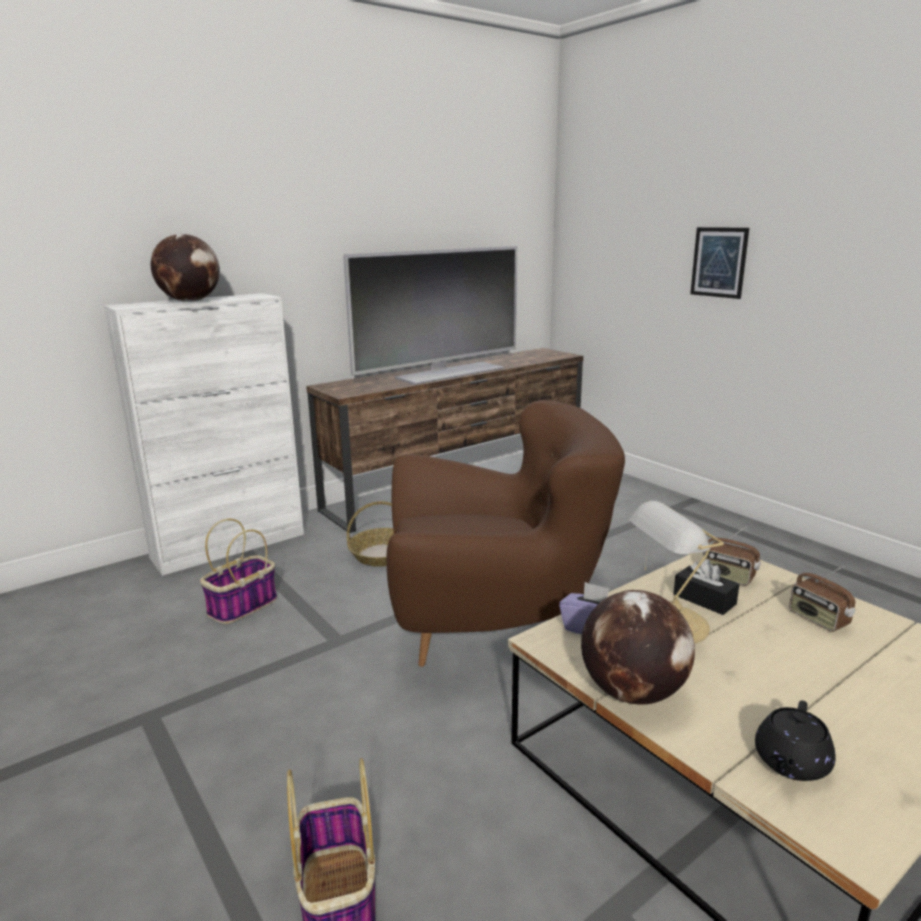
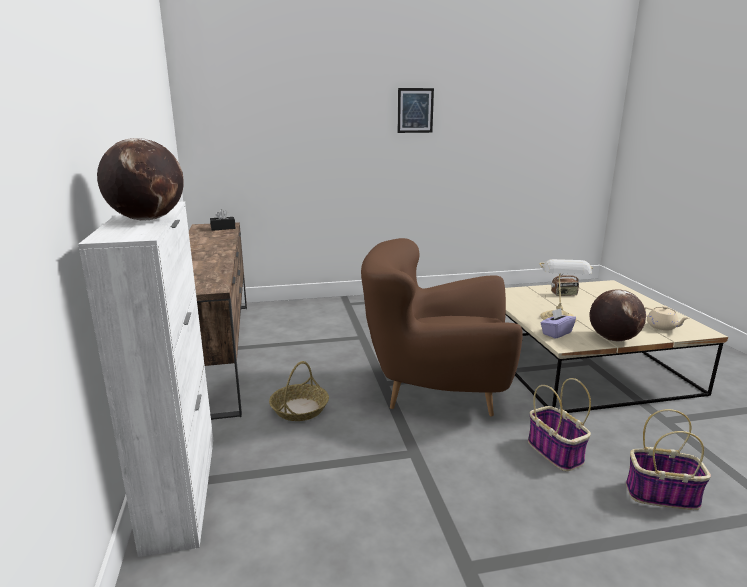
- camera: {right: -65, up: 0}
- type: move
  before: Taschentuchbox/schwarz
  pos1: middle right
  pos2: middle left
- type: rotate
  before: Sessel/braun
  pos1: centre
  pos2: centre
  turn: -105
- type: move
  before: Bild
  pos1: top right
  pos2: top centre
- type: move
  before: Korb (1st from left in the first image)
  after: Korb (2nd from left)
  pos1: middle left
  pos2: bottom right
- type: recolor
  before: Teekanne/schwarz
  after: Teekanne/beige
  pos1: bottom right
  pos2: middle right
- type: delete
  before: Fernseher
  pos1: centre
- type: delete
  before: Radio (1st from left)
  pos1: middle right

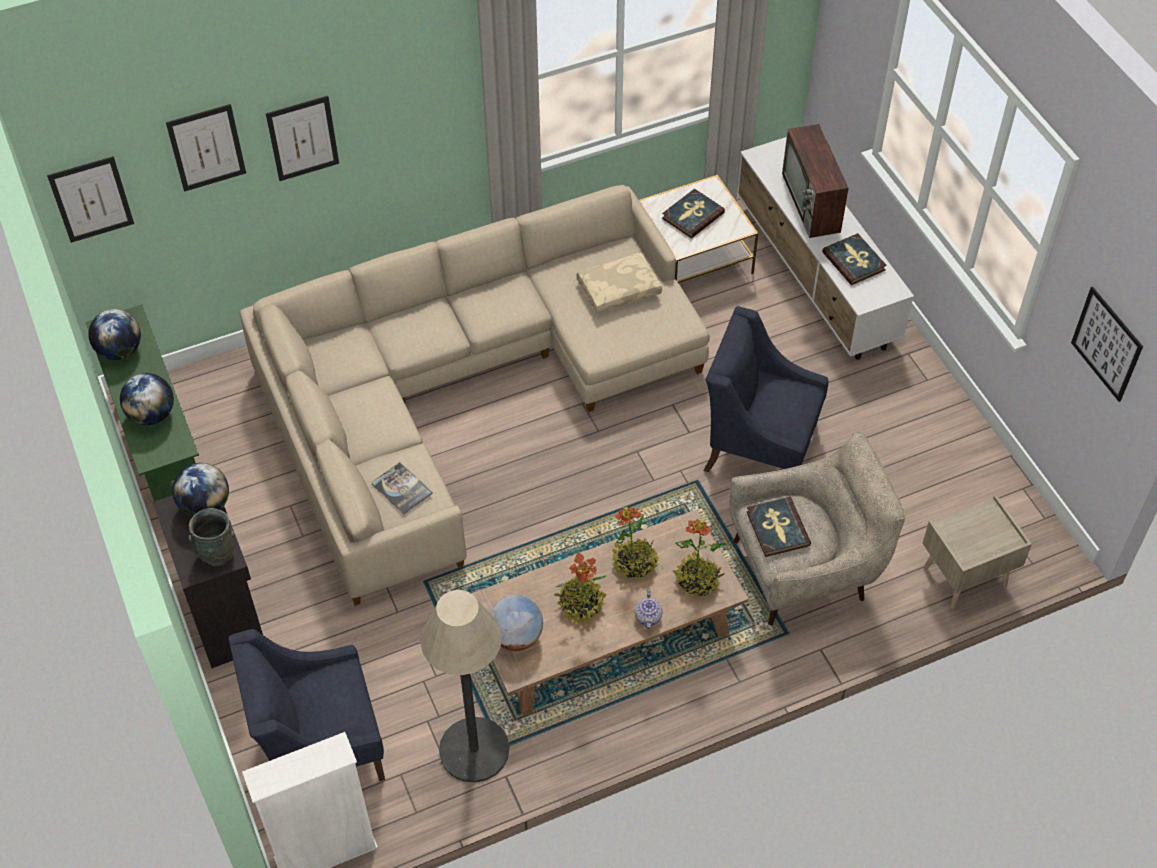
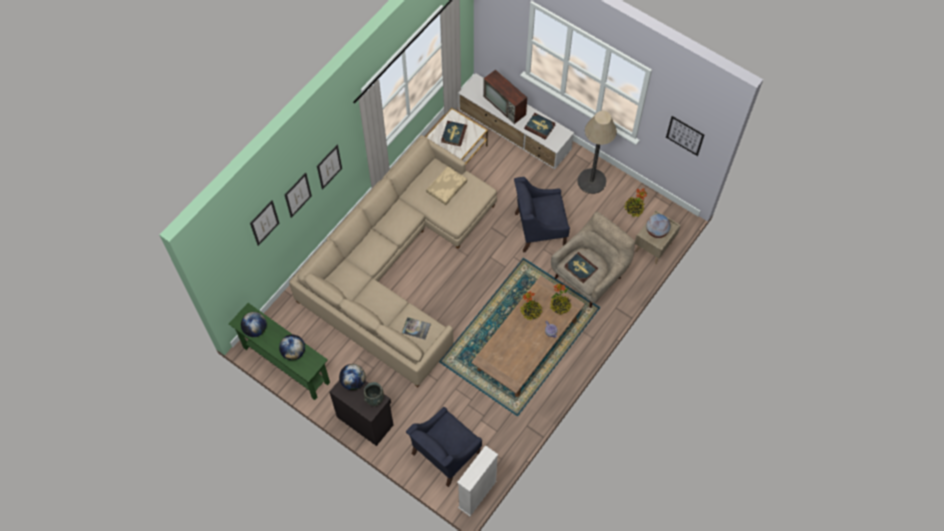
- camera: {right: -30, up: 10}
- type: move
  before: Bild (1st from left in the first image)
  after: Bild (3rd from left)
  pos1: top left
  pos2: top centre
- type: move
  before: Stehlampe
  pos1: bottom centre
  pos2: top centre
- type: move
  before: Topfpflanze (1st from left in the first image)
  after: Topfpflanze (3rd from left)
  pos1: bottom centre
  pos2: middle right
- type: move
  before: Globus (4th from left)
  pos1: bottom centre
  pos2: middle right

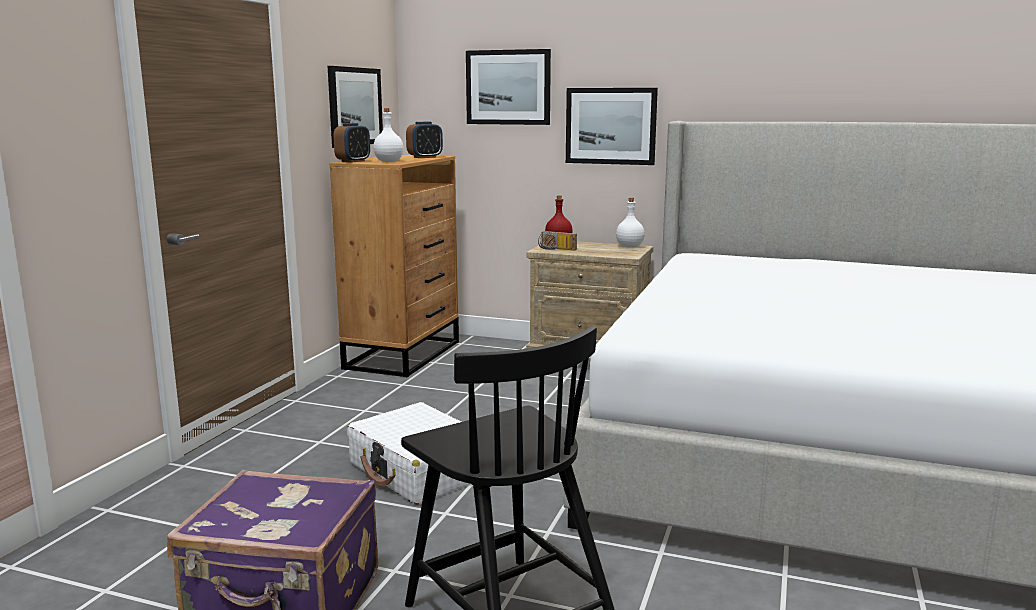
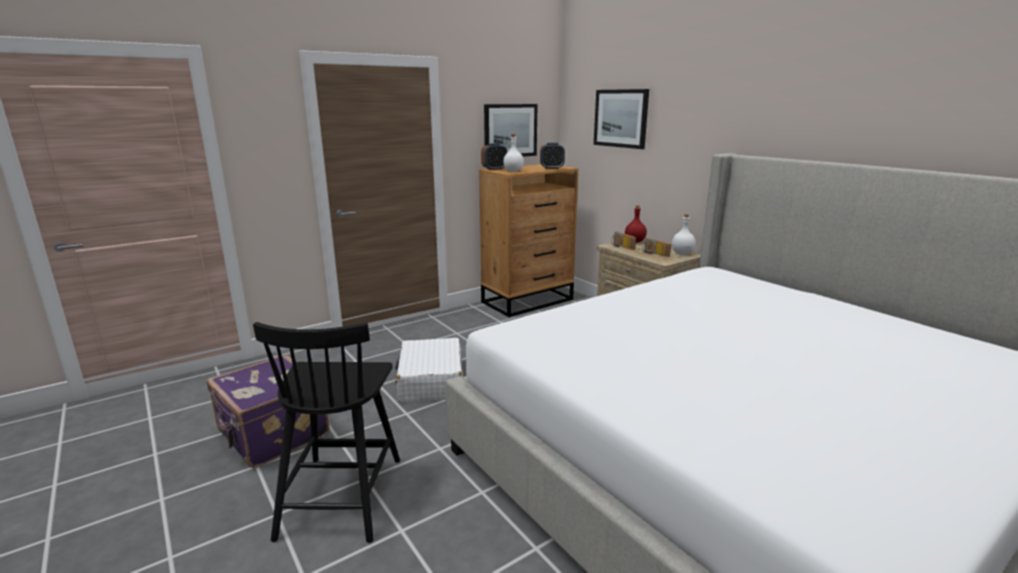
- camera: {right: 35, up: 5}
- type: insert
  after: Radio (2nd from left)
  pos2: centre
- type: delete
  before: Bild (3rd from left)
  pos1: top centre

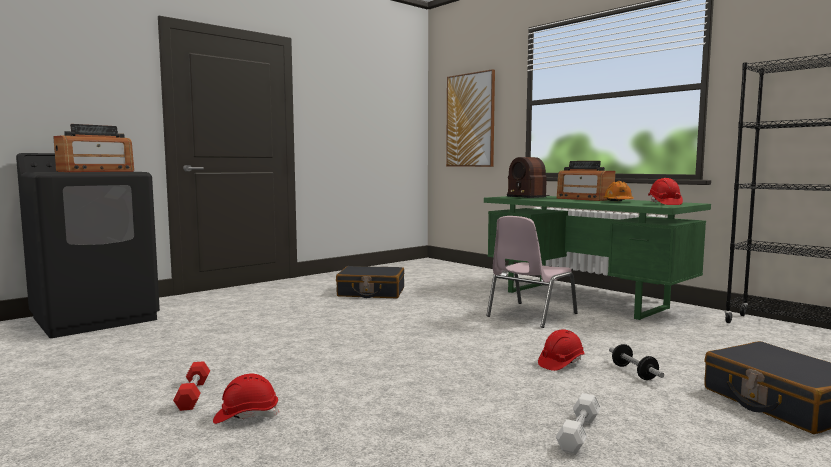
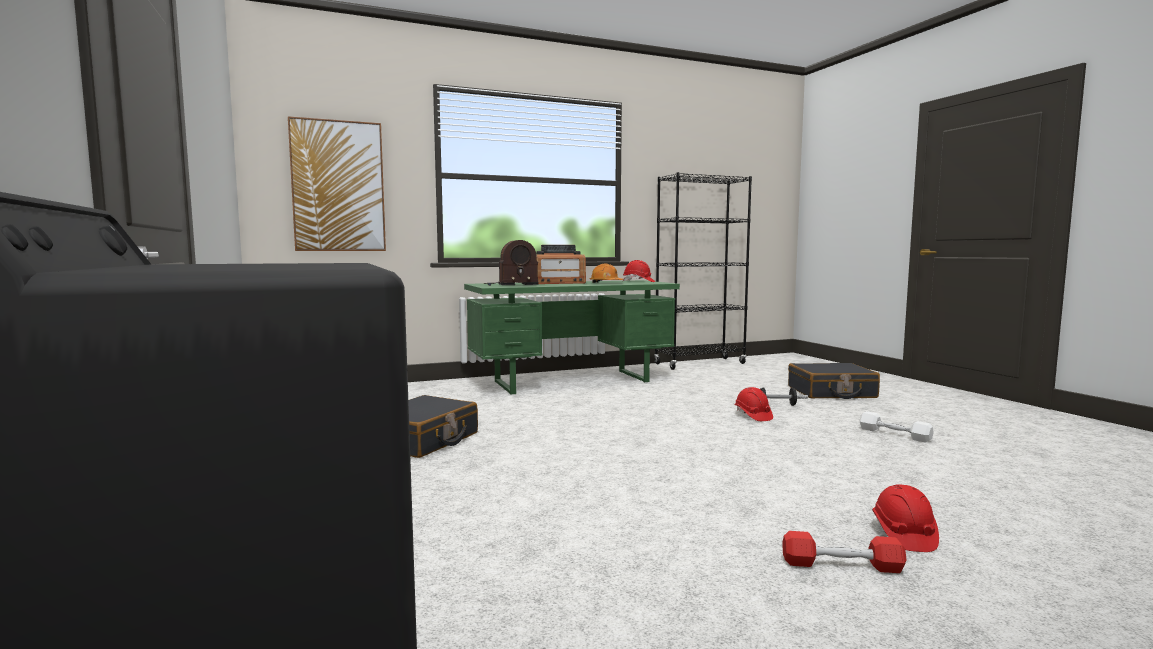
- camera: {right: -70, up: 0}
- type: delete
  before: Radio (1st from left)
  pos1: top left
- type: delete
  before: Stuhl/rosa
  pos1: centre

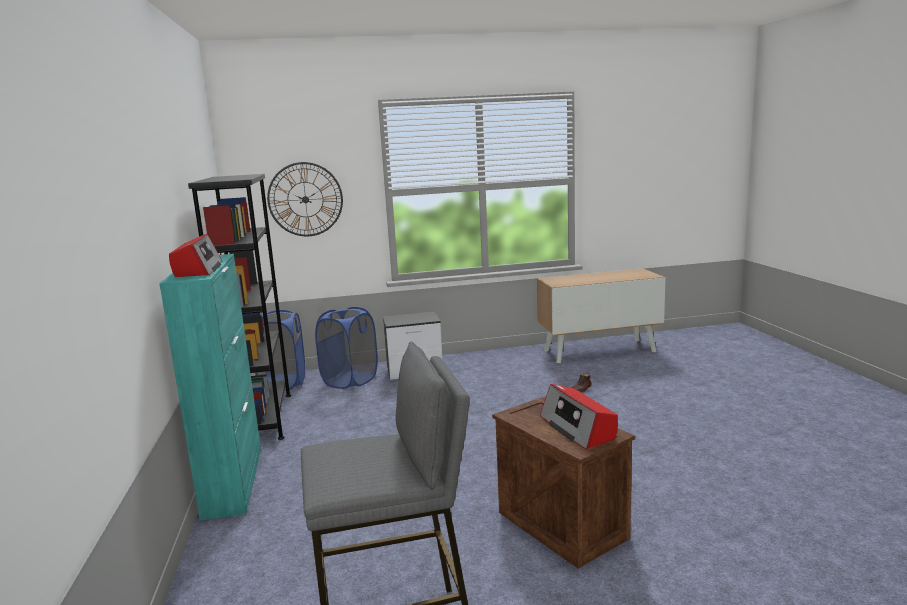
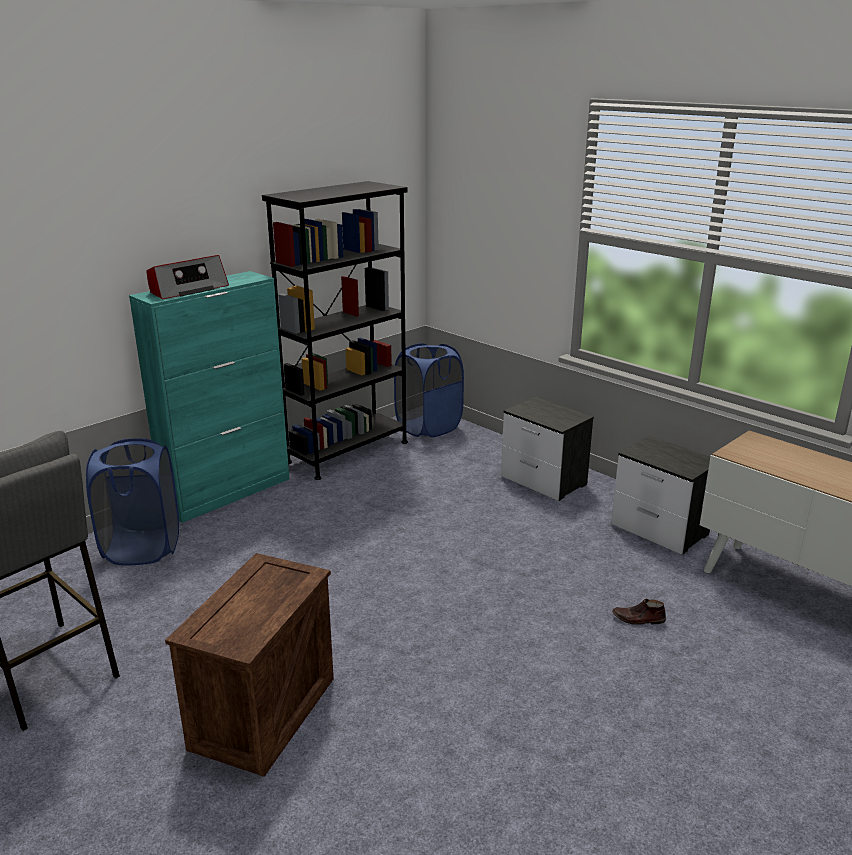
- camera: {right: 55, up: 10}
- type: move
  before: Wäschekorb/blau (2nd from left in the first image)
  after: Wäschekorb/blau (1st from left)
  pos1: centre
  pos2: middle left
- type: insert
  after: Nachttisch (2nd from left)
  pos2: middle right
- type: delete
  before: Wanduhr
  pos1: top centre
- type: delete
  before: Radio (2nd from left)
  pos1: bottom centre

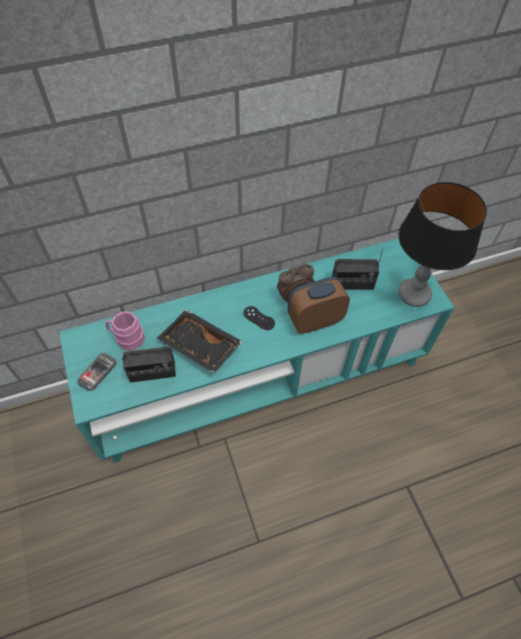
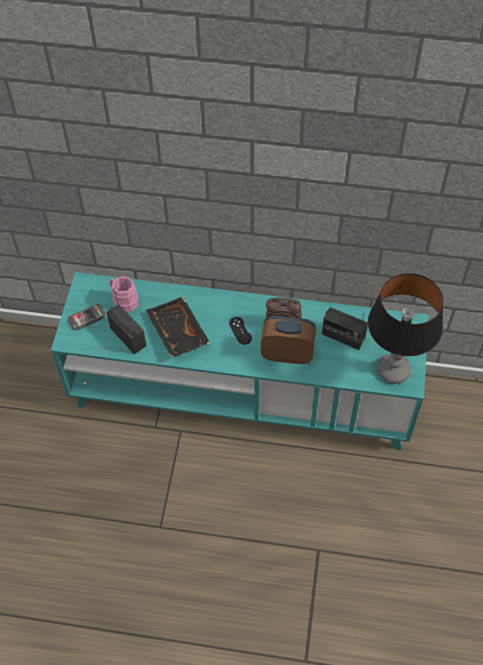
- camera: {right: 30, up: 0}
- type: rotate
  before: Radio (1st from left)
  pos1: middle left
  pos2: middle left
  turn: -150

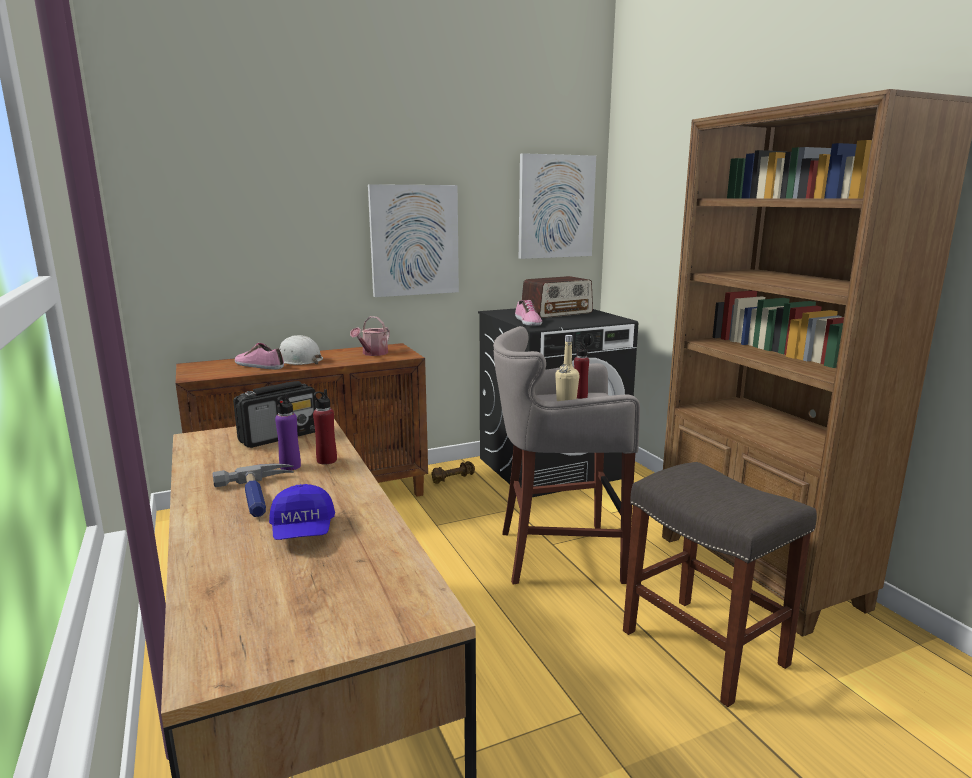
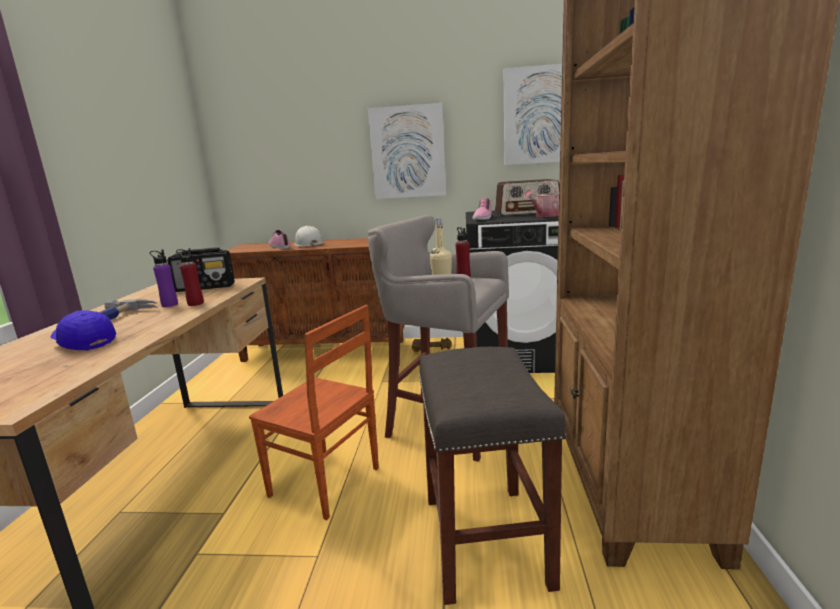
- camera: {right: 30, up: 0}
- type: rotate
  before: Kappe/blau
  pos1: middle left
  pos2: middle left
  turn: 105
- type: insert
  after: Stuhl/braun
  pos2: bottom centre
- type: move
  before: Gießkanne
  pos1: centre
  pos2: top centre

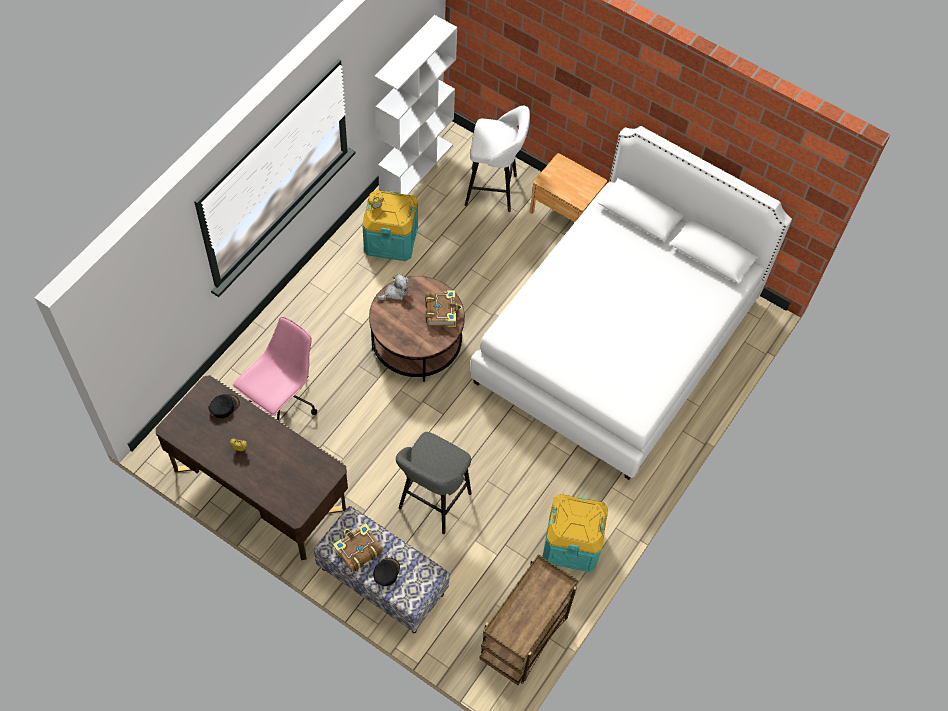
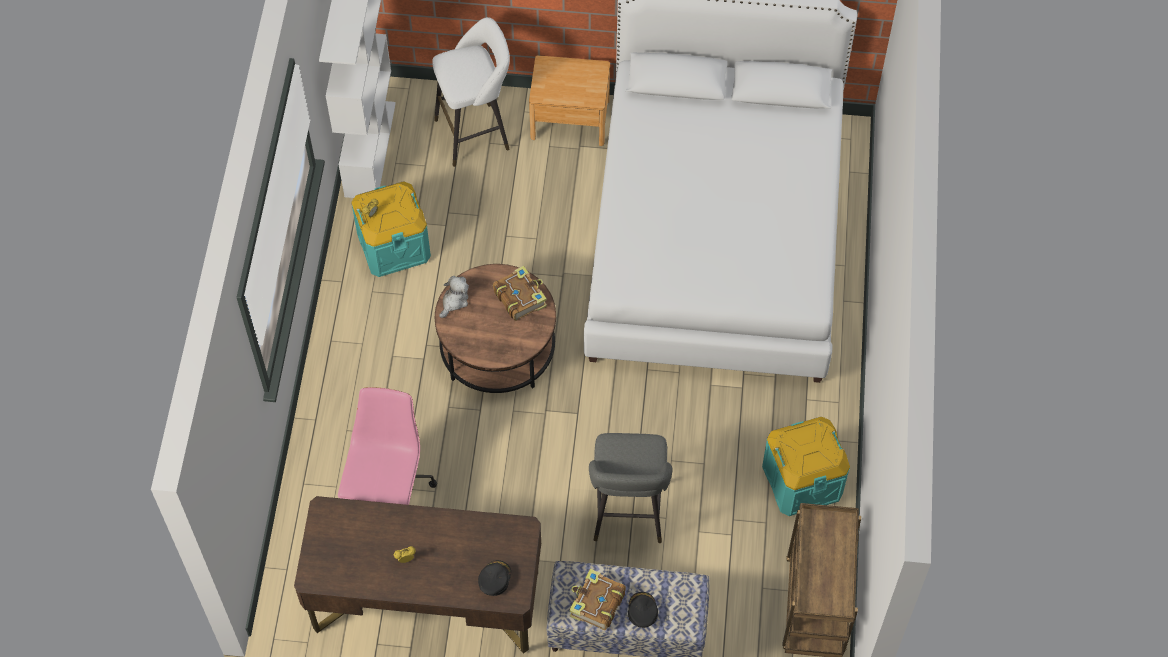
- camera: {right: -25, up: 0}
- type: move
  before: Kappe/schwarz (1st from left)
  pos1: middle left
  pos2: bottom centre

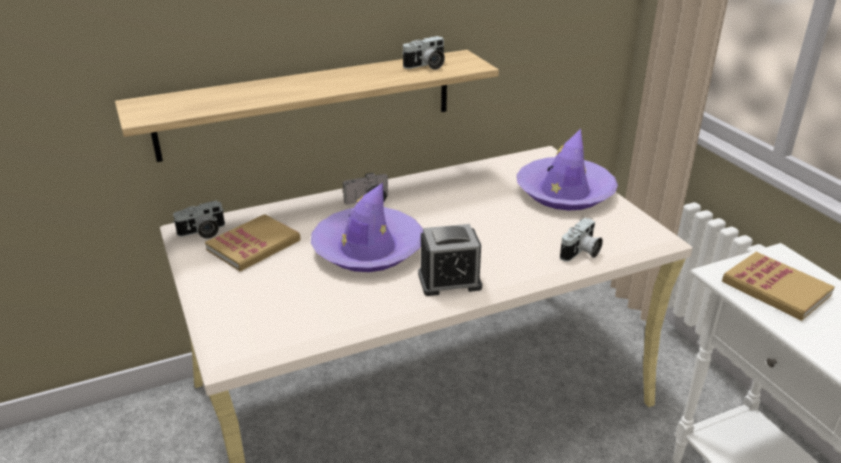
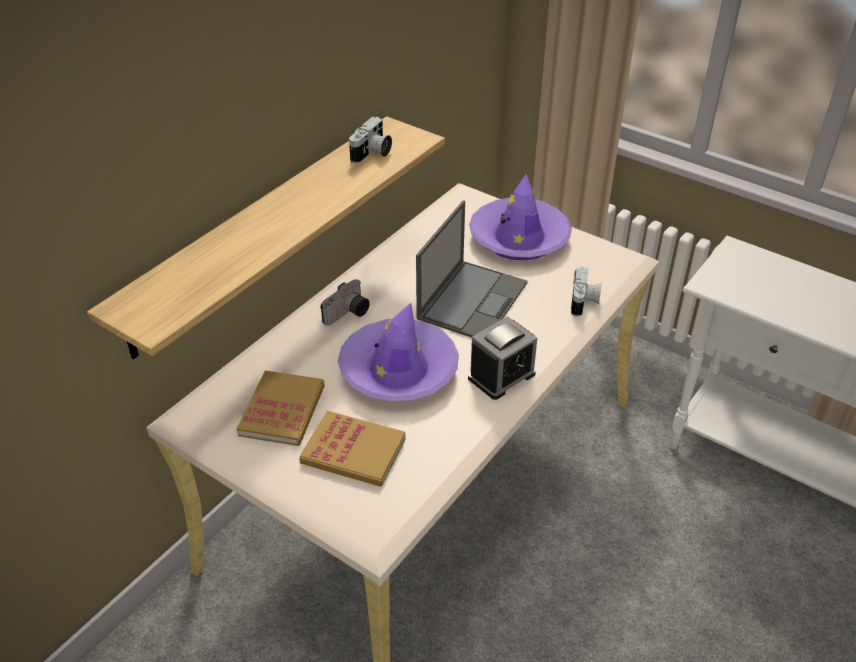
- camera: {right: -30, up: 10}
- type: move
  before: Buch (2nd from left)
  pos1: middle right
  pos2: bottom centre
- type: insert
  after: Laptop
  pos2: centre
- type: delete
  before: Kamera (1st from left)
  pos1: middle left

